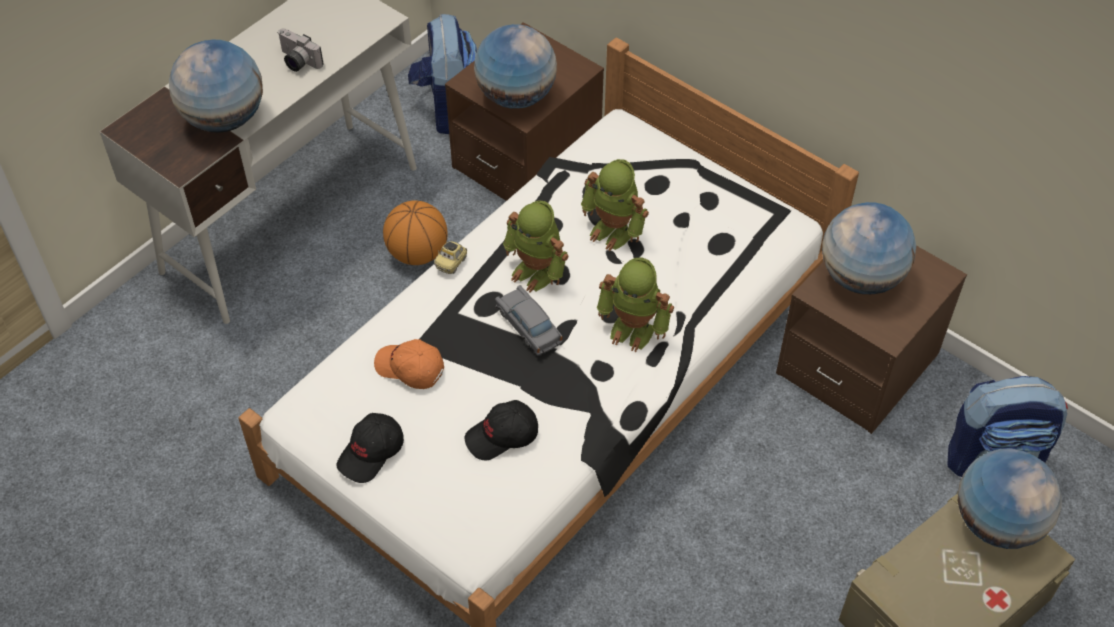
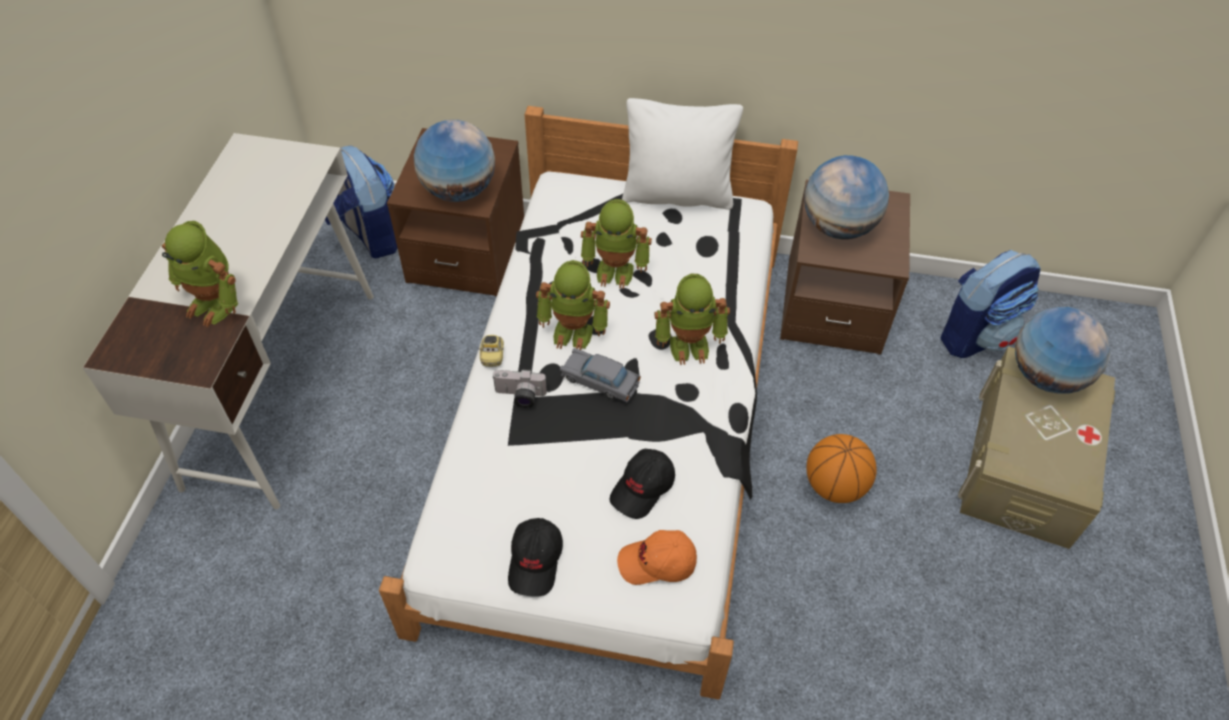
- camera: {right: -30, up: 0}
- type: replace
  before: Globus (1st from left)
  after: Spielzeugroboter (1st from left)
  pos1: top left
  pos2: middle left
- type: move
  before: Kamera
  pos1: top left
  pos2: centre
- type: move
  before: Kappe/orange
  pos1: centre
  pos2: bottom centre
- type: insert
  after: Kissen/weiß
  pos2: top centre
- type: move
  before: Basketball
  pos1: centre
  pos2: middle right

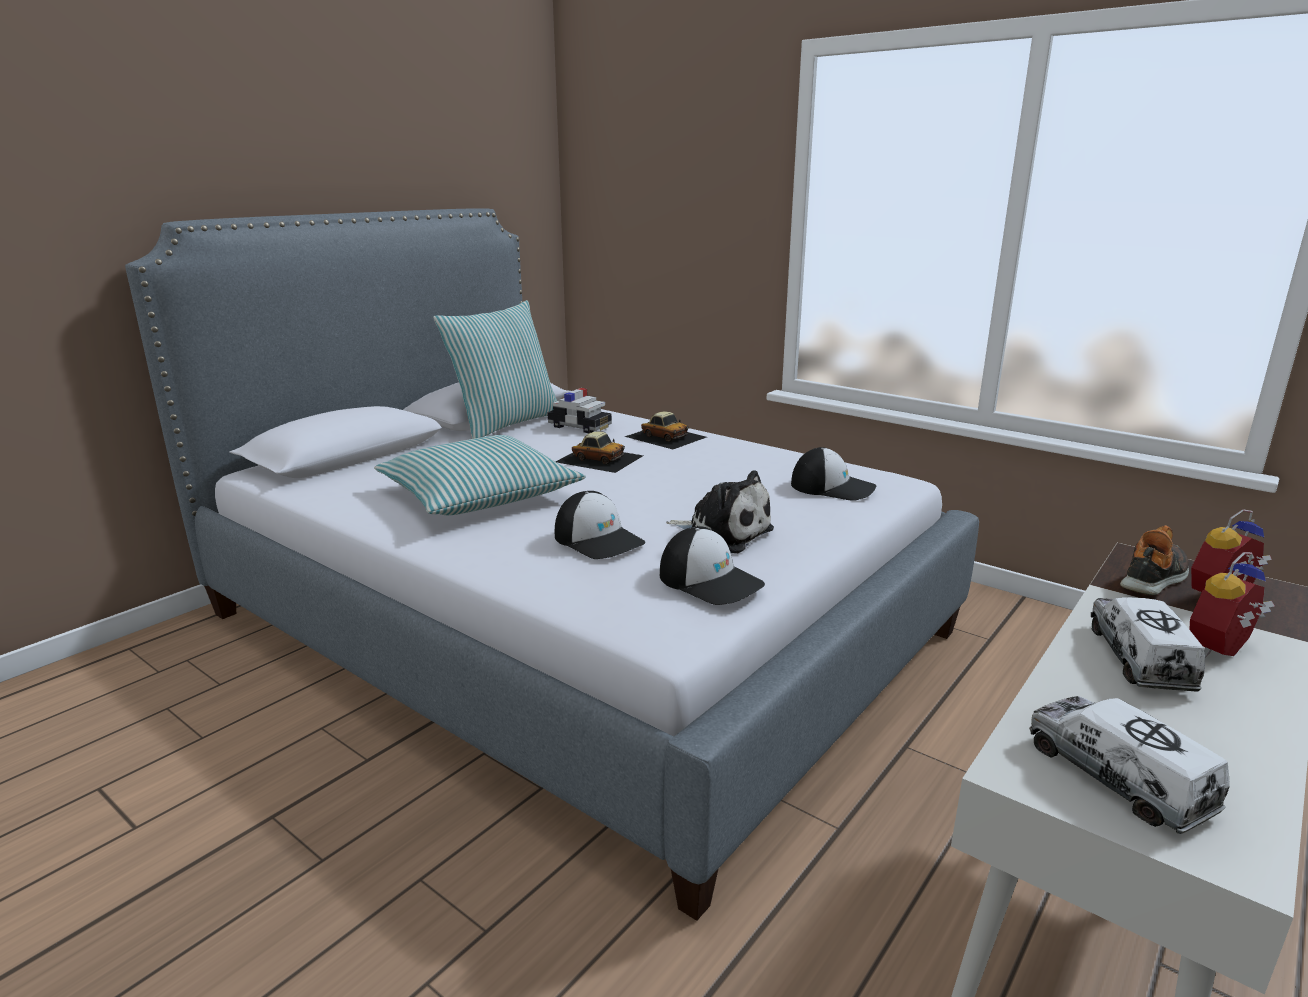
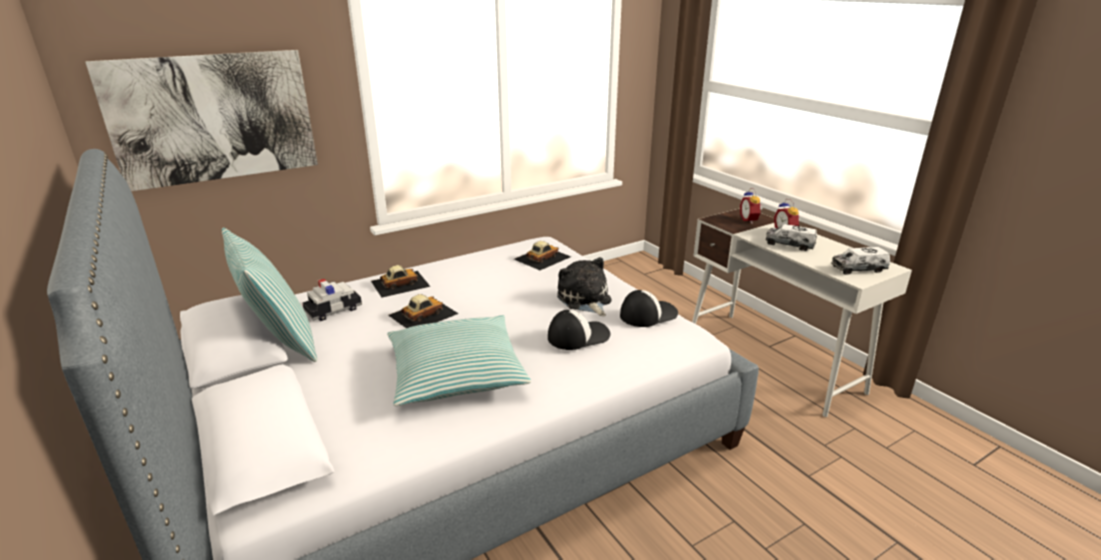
- camera: {right: -70, up: 5}
- type: insert
  after: Bild
  pos2: top left
- type: replace
  before: Kappe (3rd from left)
  after: Spielzeugauto (4th from left)
  pos1: centre
  pos2: centre
- type: rotate
  before: Plüschtier
  pos1: centre
  pos2: centre
  turn: -75
- type: delete
  before: Schuh
  pos1: middle right

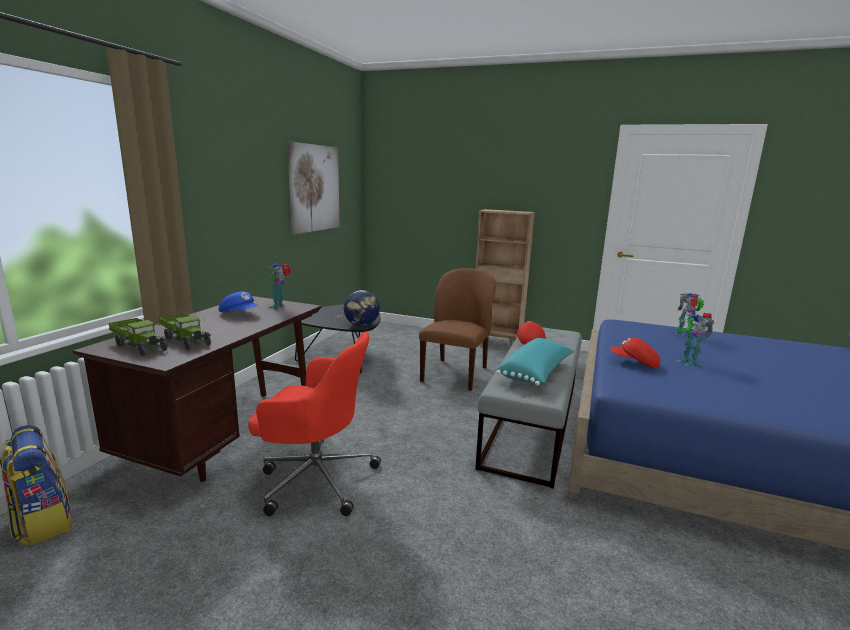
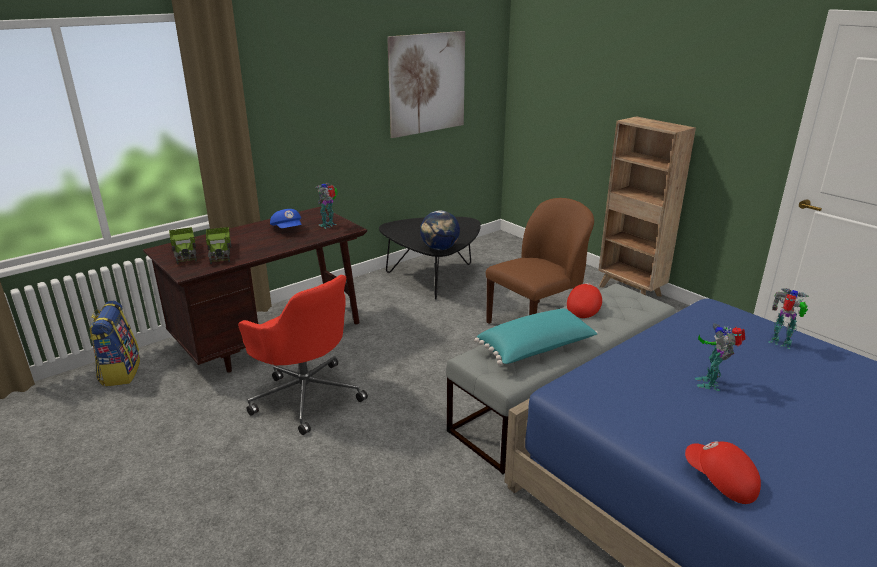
- camera: {right: 30, up: 10}
- type: move
  before: Kappe/rot (2nd from left)
  pos1: middle right
  pos2: bottom right

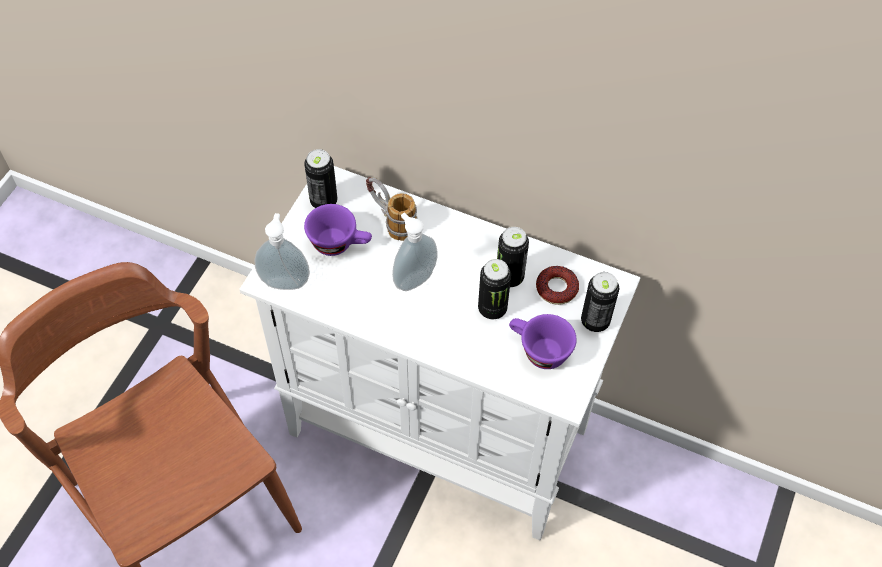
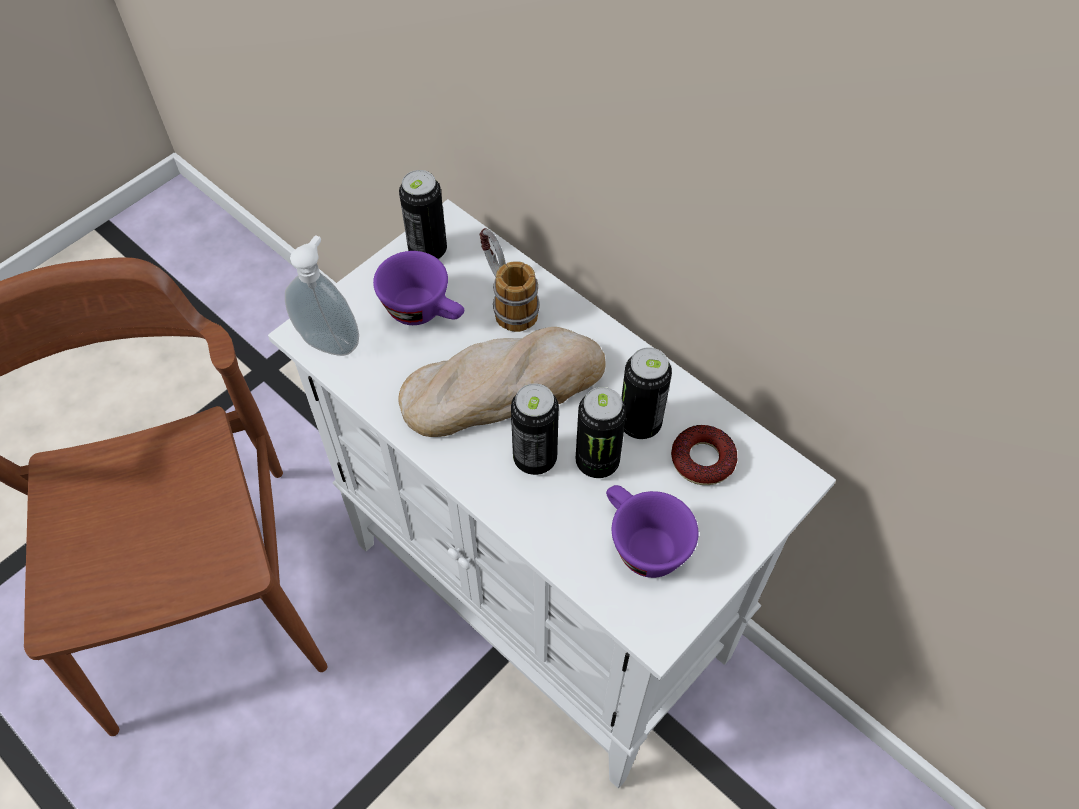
- camera: {right: 20, up: 0}
- type: replace
  before: Seifenspender (2nd from left)
  after: Brot
  pos1: centre
  pos2: centre
- type: move
  before: Dose (4th from left in the first image)
  after: Dose (2nd from left)
  pos1: middle right
  pos2: centre

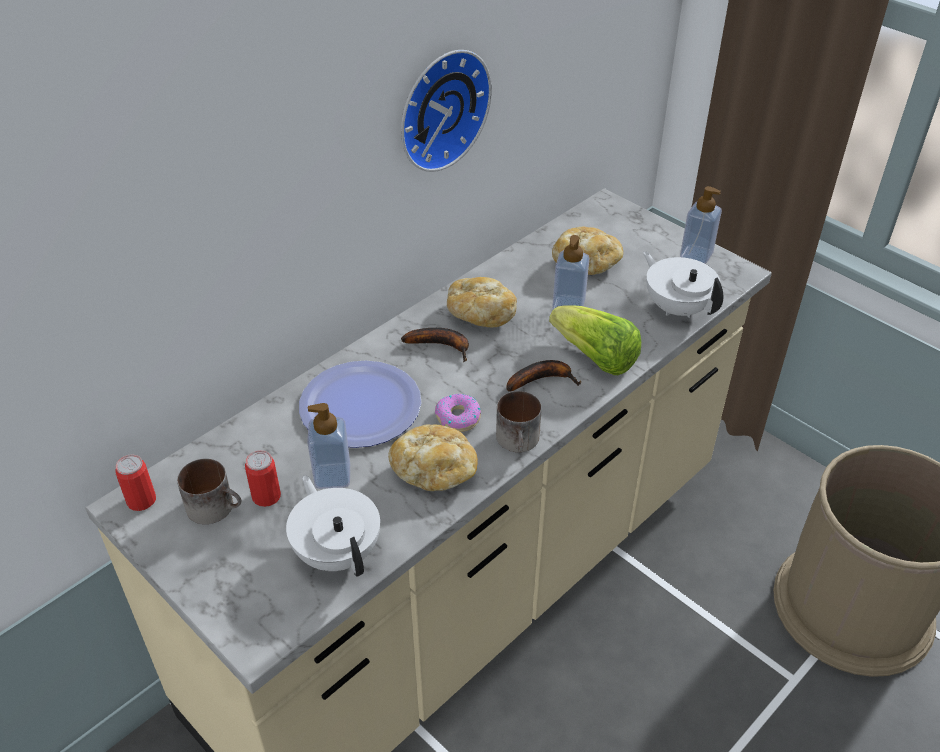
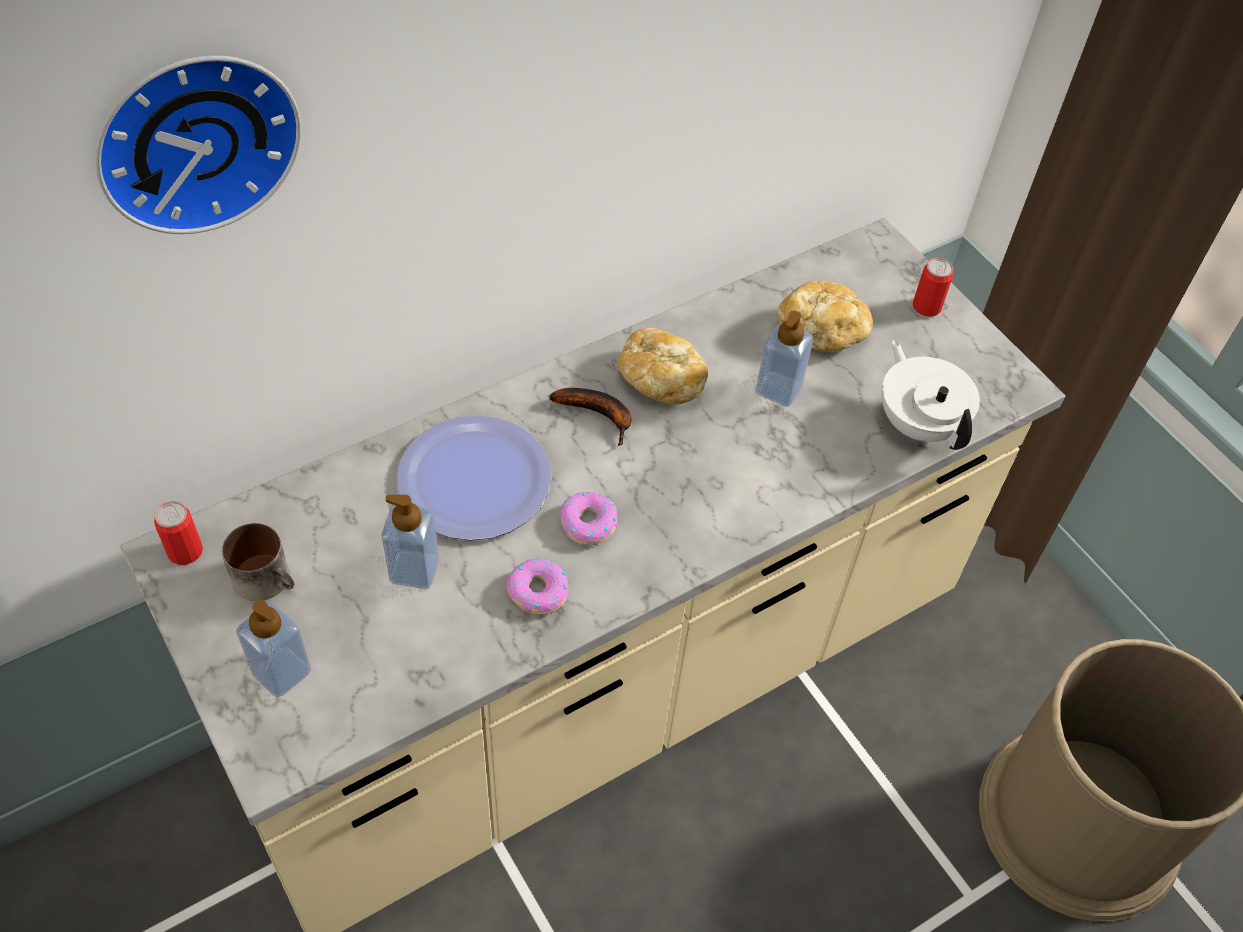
- camera: {right: 10, up: 10}
- type: move
  before: Wanduhr
  pos1: top centre
  pos2: top left
- type: move
  before: Seifenspender (3rd from left in the first image)
  after: Seifenspender (1st from left)
  pos1: top right
  pos2: bottom left
- type: replace
  before: Brot (1st from left)
  after: Donut (1st from left)
  pos1: centre
  pos2: centre
- type: move
  before: Dose (2nd from left)
  pos1: middle left
  pos2: top right
- type: delete
  before: Teekanne/weiß (1st from left)
  pos1: bottom centre
- type: delete
  before: Henkelbecher (2nd from left)
  pos1: centre
- type: delete
  before: Banane (2nd from left)
  pos1: centre
- type: delete
  before: Salatkopf
  pos1: centre

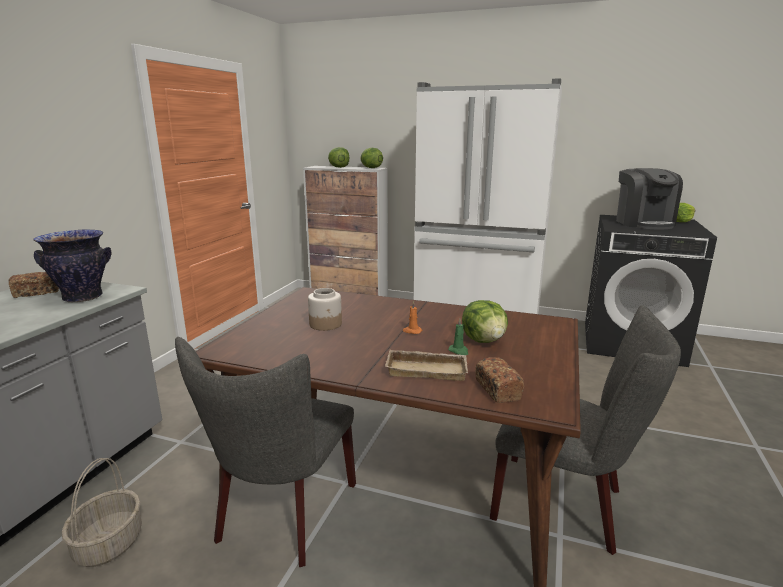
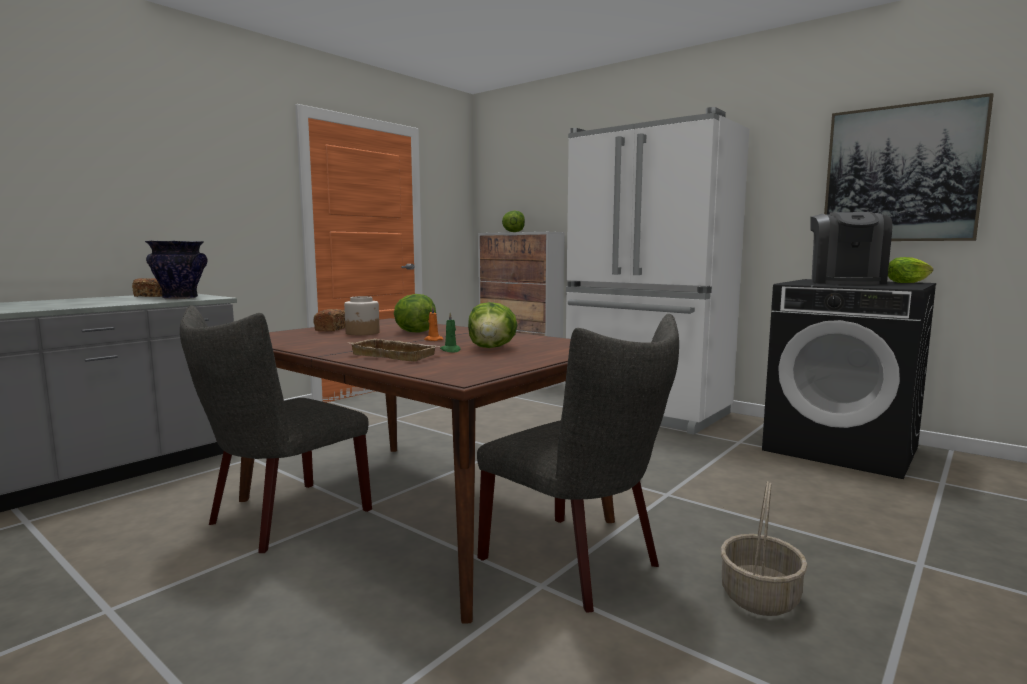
- camera: {right: 20, up: -10}
- type: move
  before: Brot (2nd from left)
  pos1: centre
  pos2: middle left
- type: move
  before: Salatkopf (2nd from left in the first image)
  after: Salatkopf (1st from left)
  pos1: top centre
  pos2: centre
- type: move
  before: Korb
  pos1: bottom left
  pos2: bottom right
- type: insert
  after: Bild
  pos2: top right

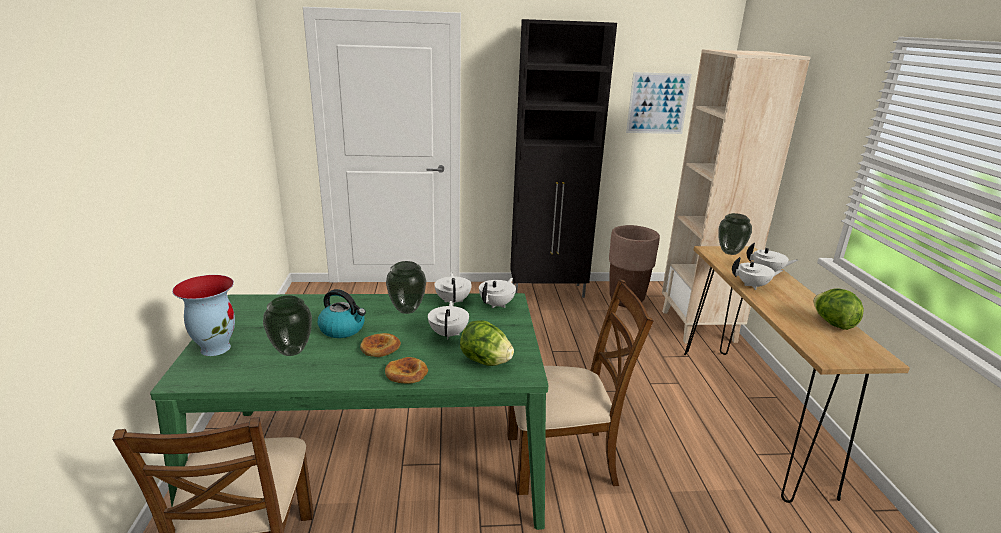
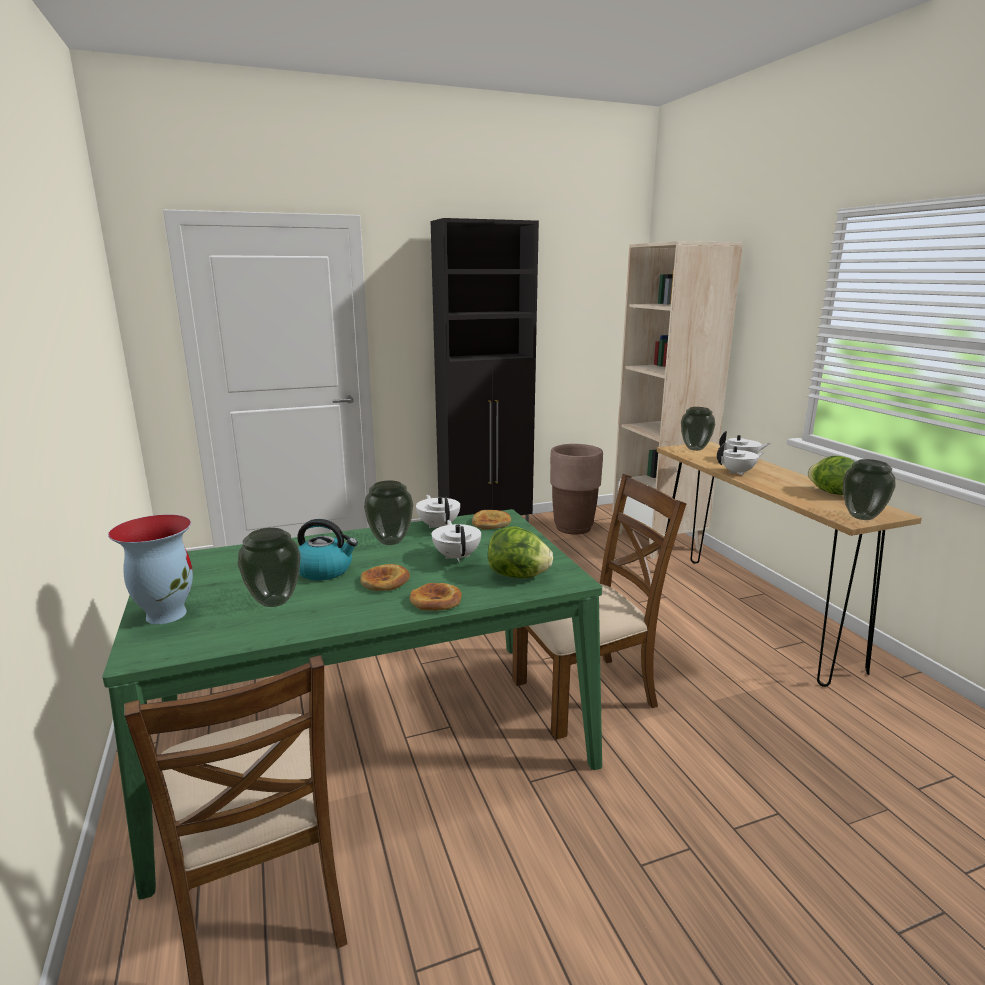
- camera: {right: -15, up: -5}
- type: replace
  before: Teekanne/weiß (3rd from left)
  after: Brot (3rd from left)
  pos1: centre
  pos2: centre
- type: insert
  after: Vase (5th from left)
  pos2: middle right
- type: delete
  before: Bild
  pos1: top centre

